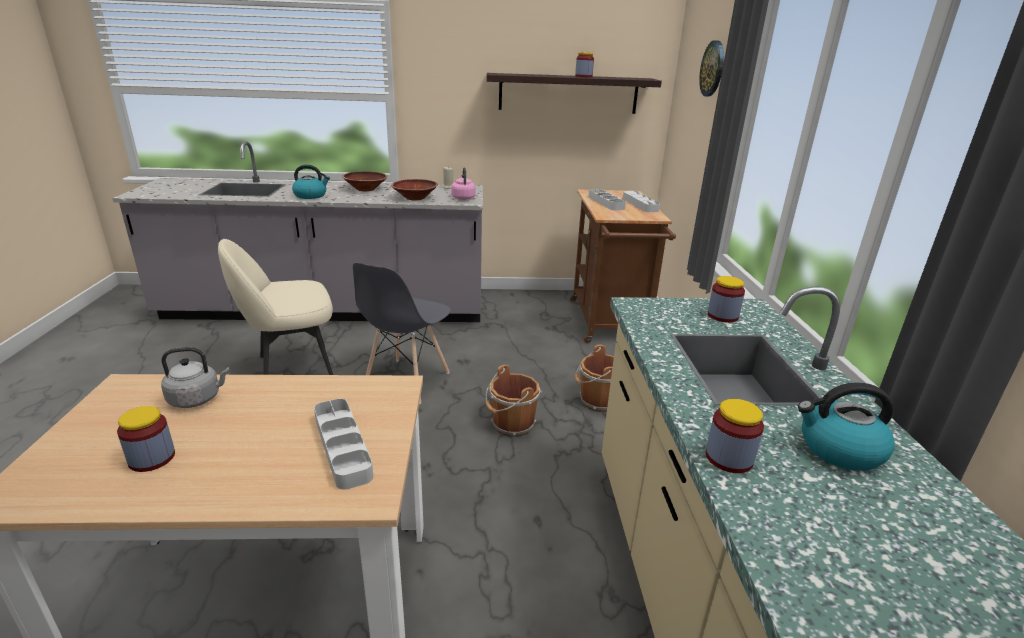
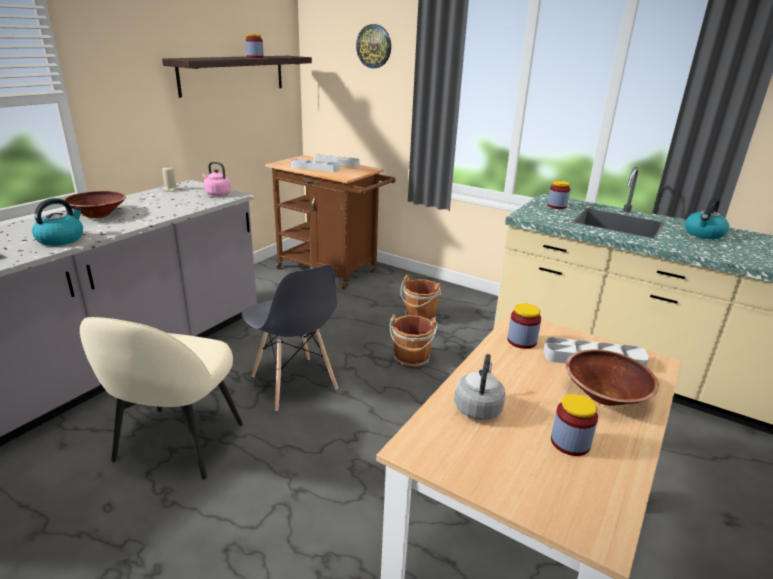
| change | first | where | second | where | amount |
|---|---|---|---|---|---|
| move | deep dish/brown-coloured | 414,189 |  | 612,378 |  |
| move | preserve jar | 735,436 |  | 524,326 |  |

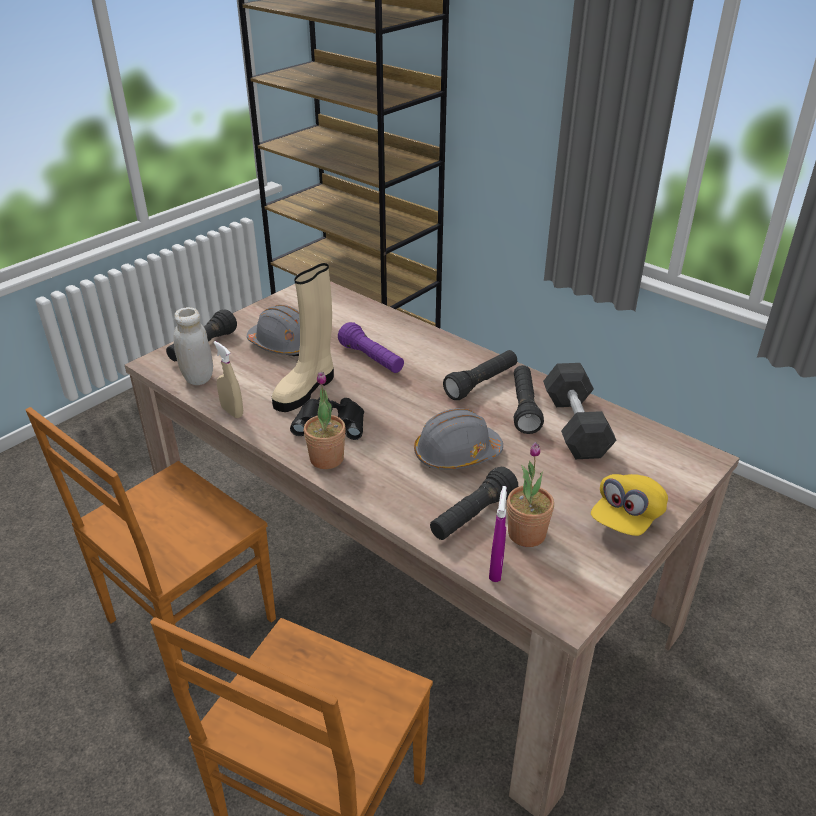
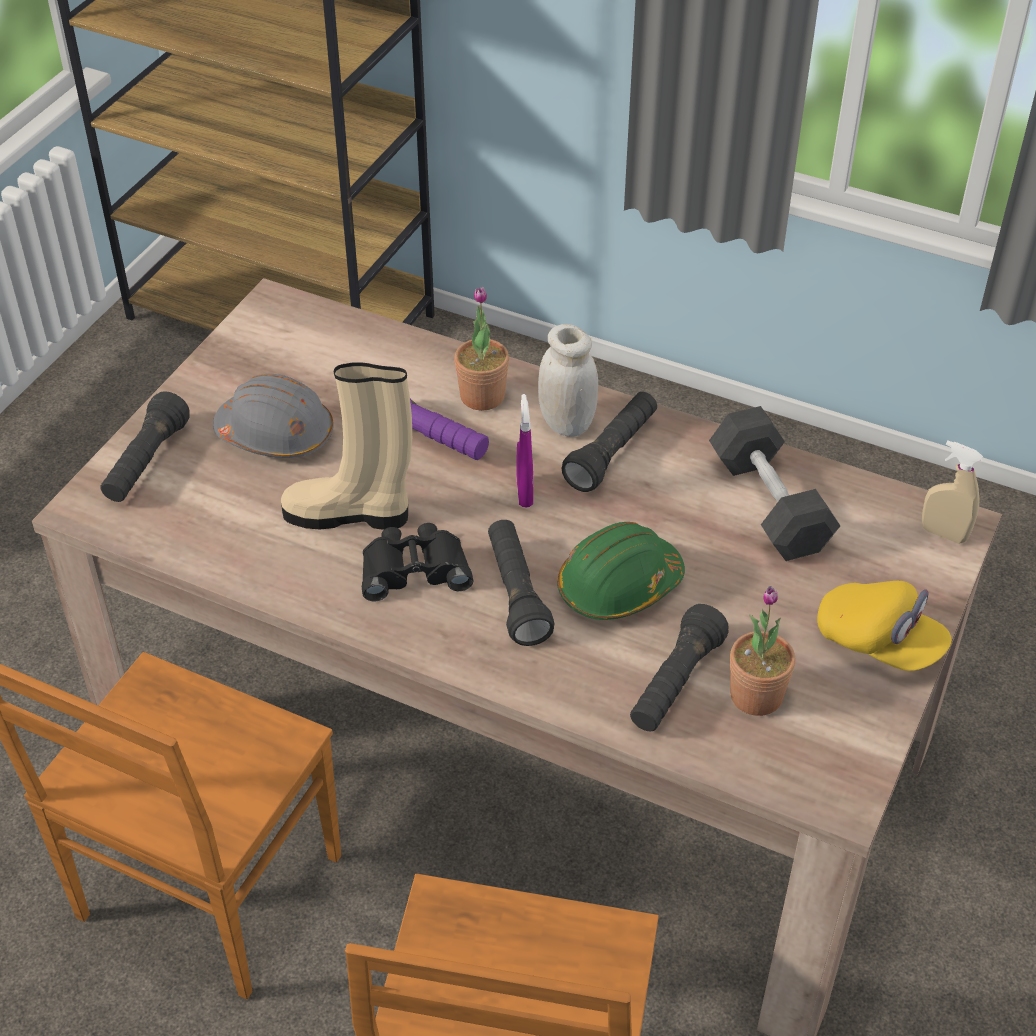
| change | first | where | second | where | amount |
|---|---|---|---|---|---|
| move | preserve jar/whitish | 193,346 |  | 568,380 |  |
| move | sprayer/sand-coloured | 228,379 |  | 952,492 |  |
| rotate | high-top boot/sand-coloured | 303,337 |  | 346,446 | 75 degrees clockwise |
| move | plant in a pot | 325,420 |  | 481,349 |  |
| recolor | safety helmet/greyish | 458,439 | safety helmet/greenish | 621,571 |  |
| move | sprayer/purplish | 498,534 |  | 524,450 |  |
| move | hand torch/blackish | 528,399 |  | 521,583 |  |
| rotate | peaked cap/yellow | 629,505 |  | 884,626 | 75 degrees counterclockwise |

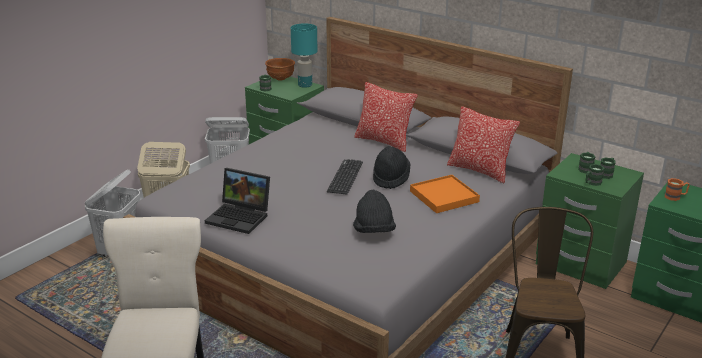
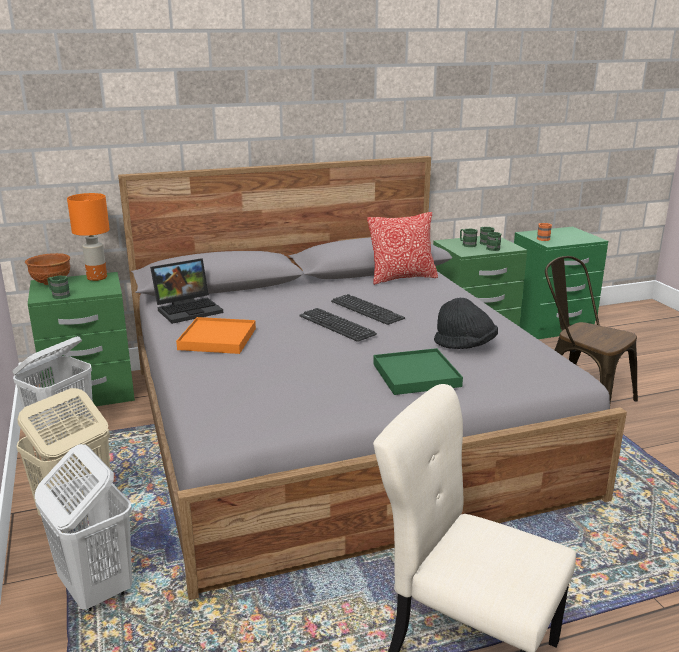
| change | first | where | second | where | amount |
|---|---|---|---|---|---|
| move | notebook computer | 237,201 |  | 186,291 |  |
| recolor | table lamp/turquoise-coloured | 304,56 | table lamp/orange-coloured | 88,237 |  |
| delete | cushion | 386,117 |  |  |  |
| replace | clothing hat/blackish | 392,167 | computer keyboard | 368,309 |  |
| move | carrying tray/orange-coloured | 445,194 |  | 216,335 |  |
| insert |  |  | carrying tray/greenish | 418,371 |  |

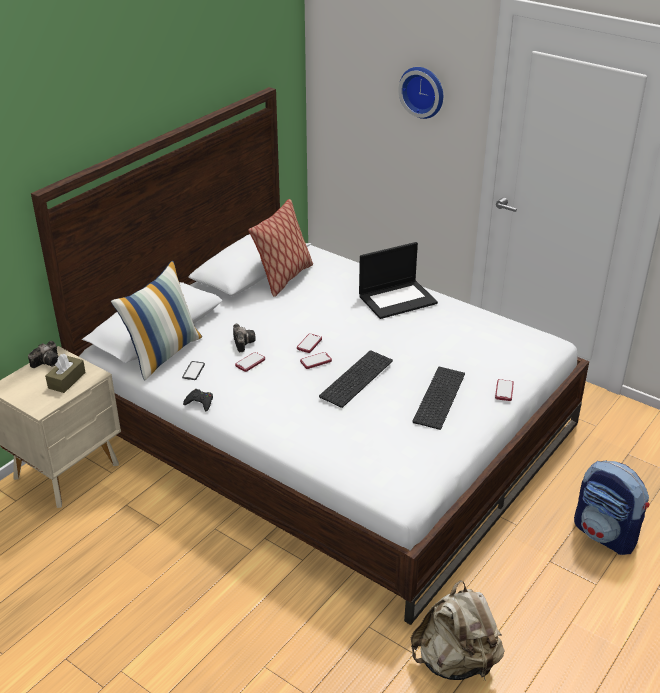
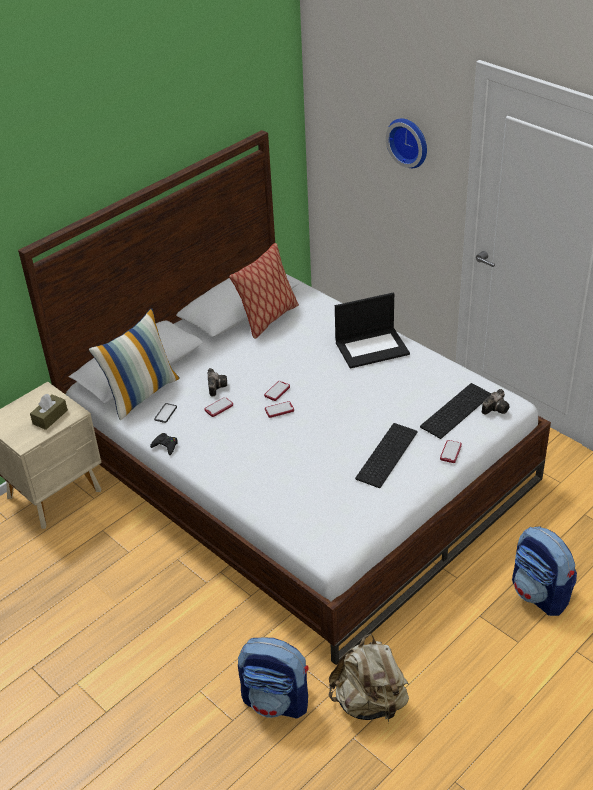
| change | first | where | second | where | amount |
|---|---|---|---|---|---|
| move | still camera | 43,354 |  | 495,402 |  |
| move | computer keyboard | 356,379 |  | 455,411 |  |
| insert |  |  | rucksack | 273,678 |  |

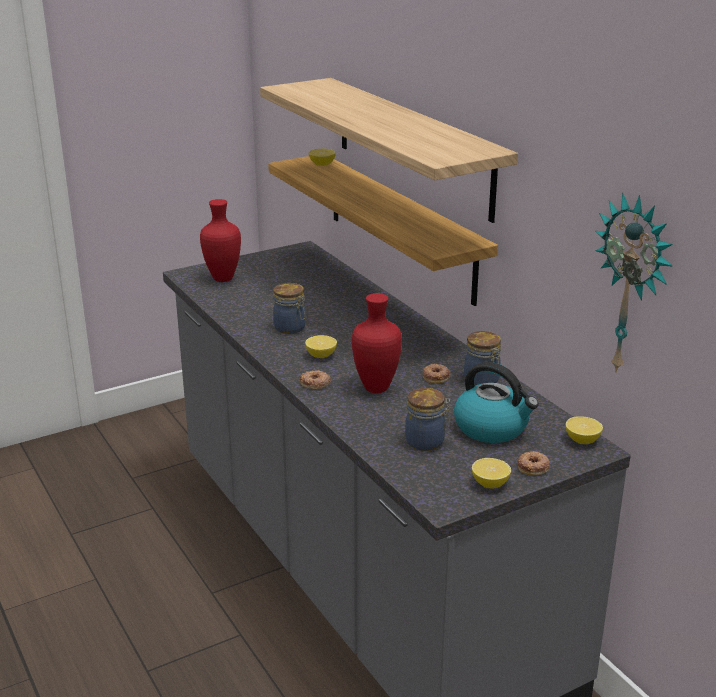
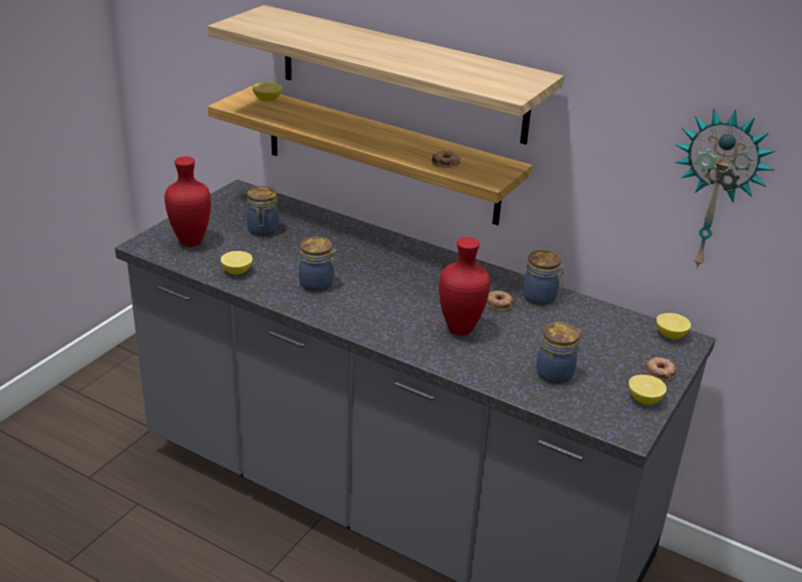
| change | first | where | second | where | amount |
|---|---|---|---|---|---|
| move | ring doughnut | 315,379 |  | 446,159 |  |
| move | citrus fruit | 321,346 |  | 237,263 |  |
| delete | tea kettle | 496,402 |  |  |  |
| insert |  |  | preserve jar | 263,211 |  |

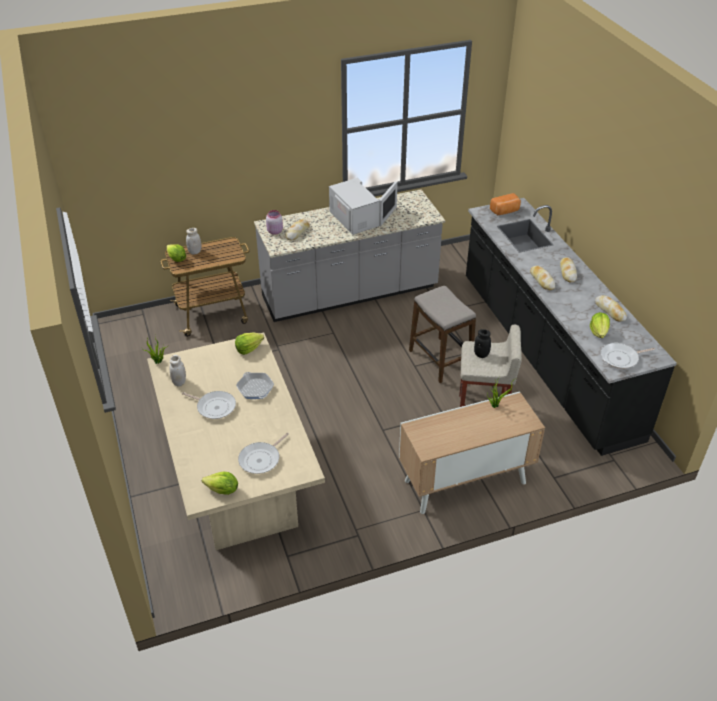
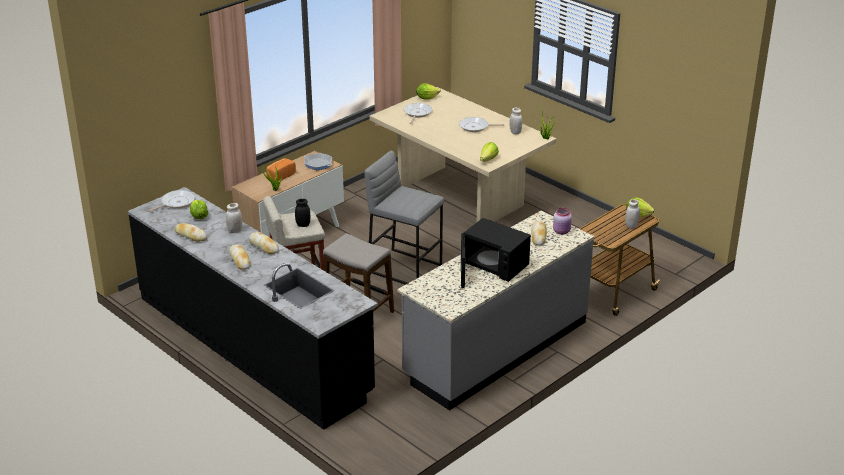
| change | first | where | second | where | amount |
|---|---|---|---|---|---|
| move | pan | 255,385 |  | 318,161 |  |
| recolor | kitchen microwave/whitish | 363,206 | kitchen microwave/blackish | 496,253 |  |
| move | baked bread | 505,204 |  | 281,170 |  |
| insert |  |  | preserve jar/whitish | 234,218 |  |
| insert |  |  | sitting stool/greyish | 404,218 |  |

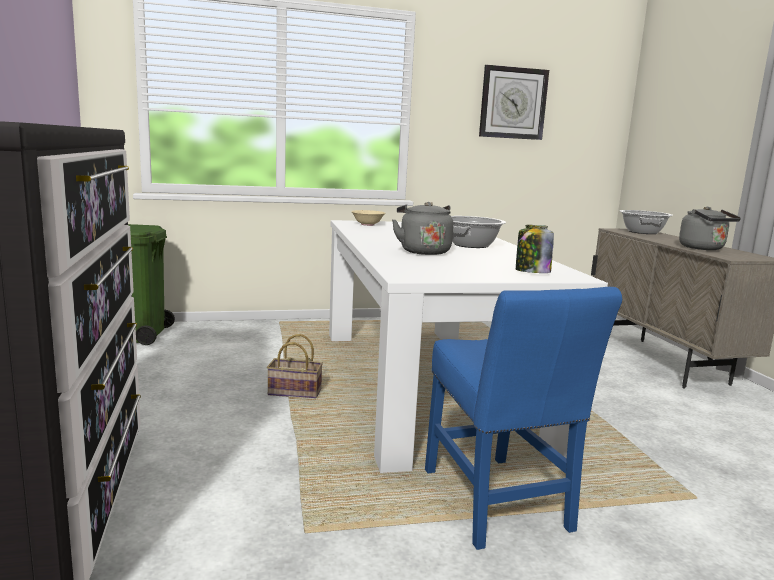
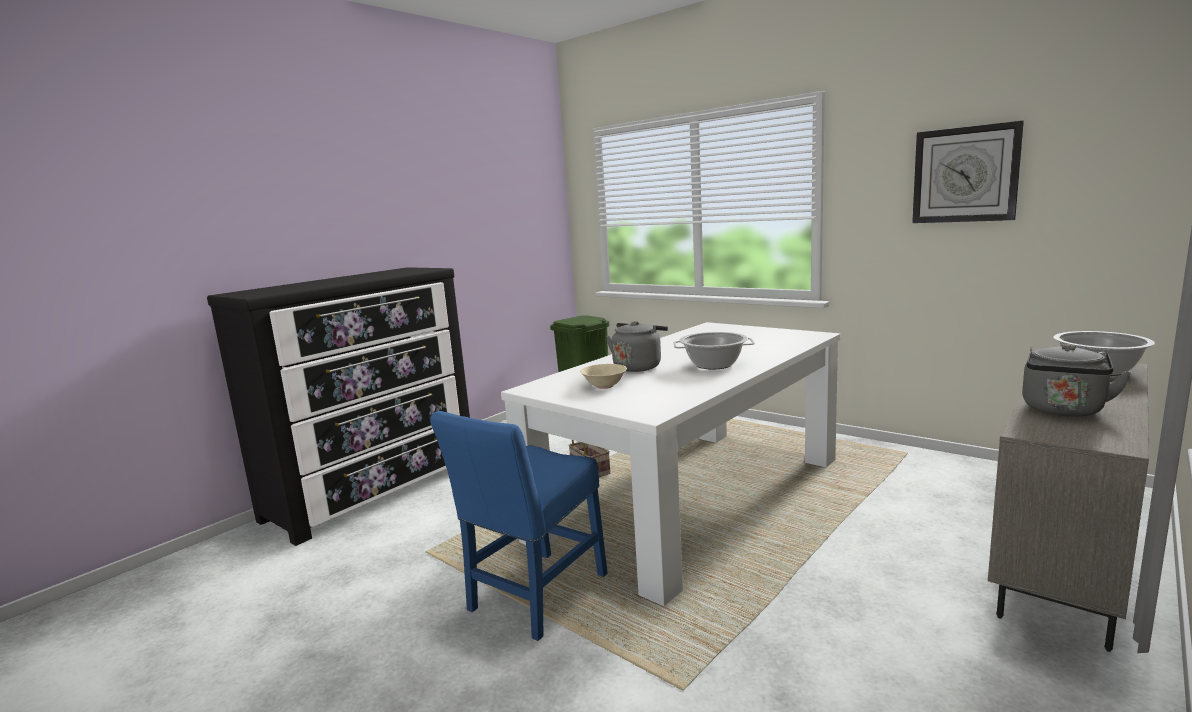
| change | first | where | second | where | amount |
|---|---|---|---|---|---|
| move | deep dish/sand-coloured | 368,218 |  | 603,376 |  |
| delete | preserve jar | 535,249 |  |  |  |

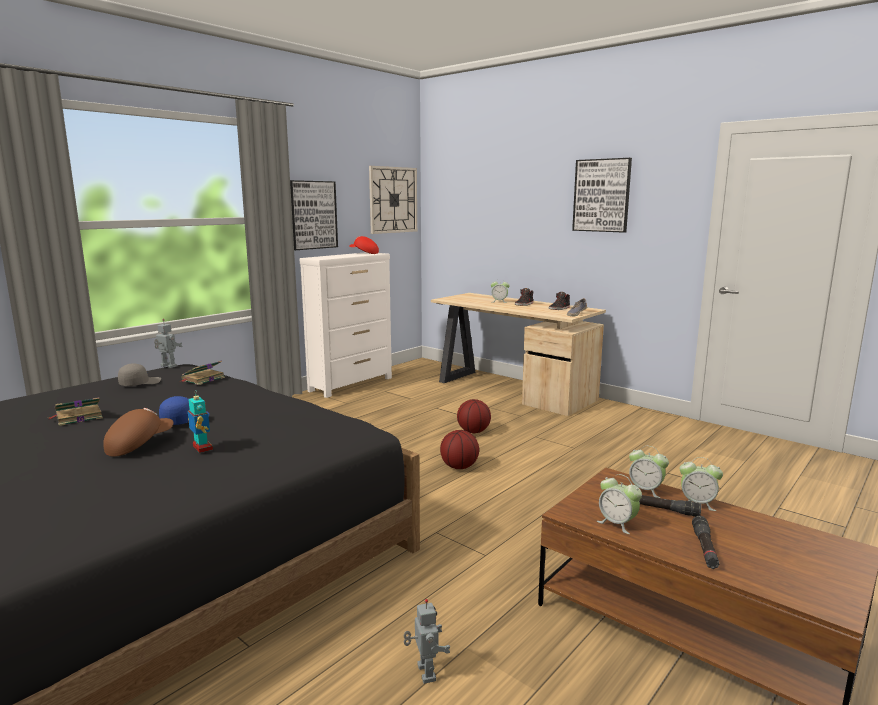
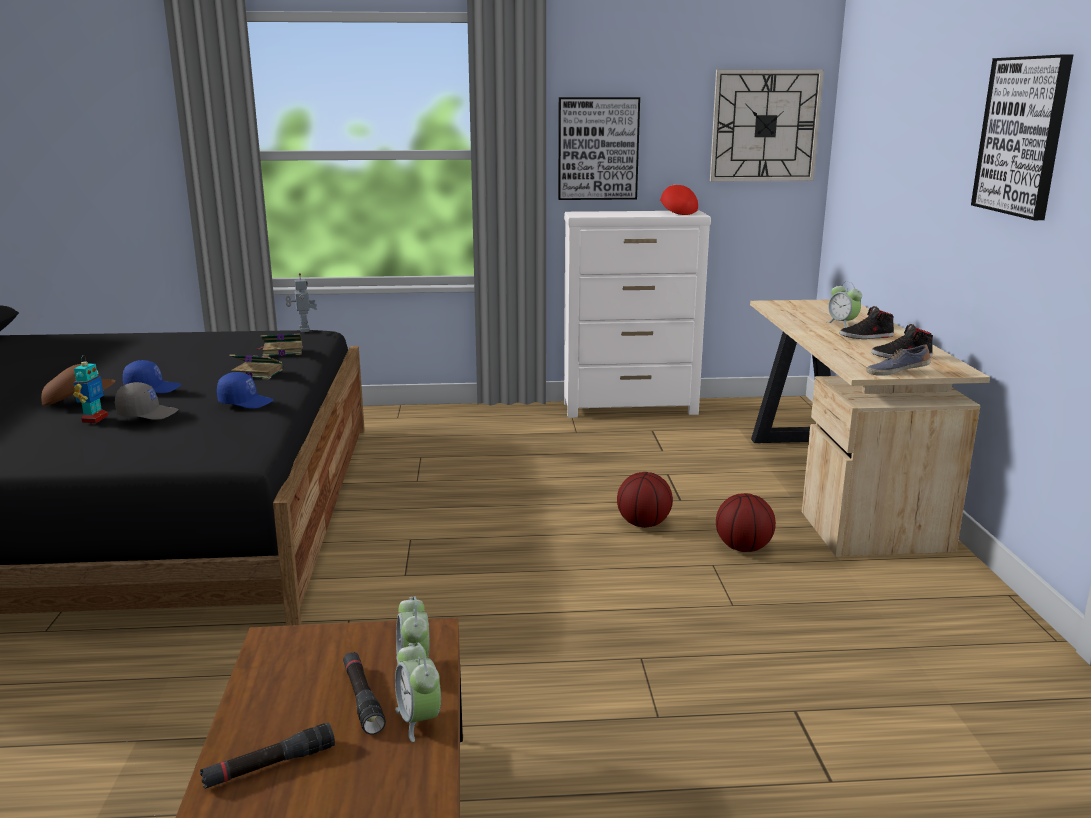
| change | first | where | second | where | amount |
|---|---|---|---|---|---|
| move | volume | 75,411 |  | 256,366 |  |
| move | peaked cap/greyish | 139,374 |  | 147,401 |  |
| delete | robot figure | 427,641 |  |  |  |
| move | ball for basketball | 459,449 |  | 746,522 |  |
| delete | alarm clock | 619,504 |  |  |  |
| insert |  |  | peaked cap/blue | 245,390 |  |

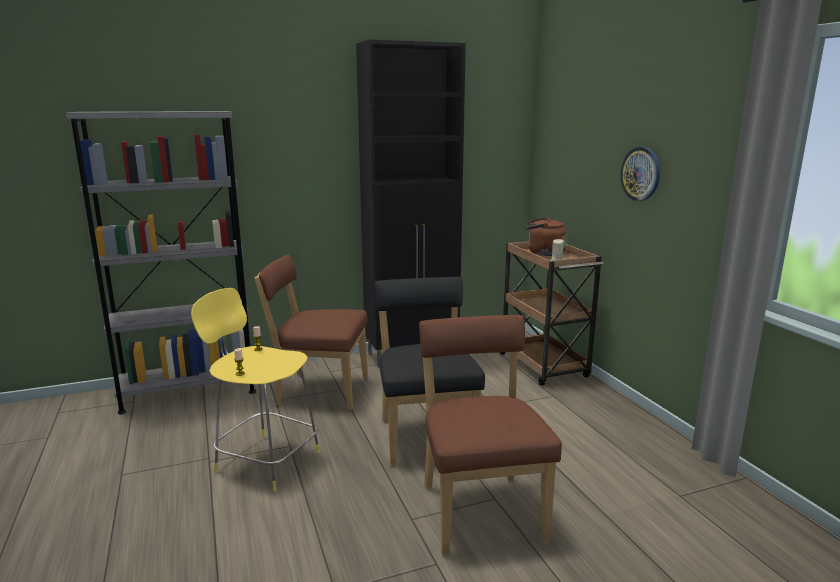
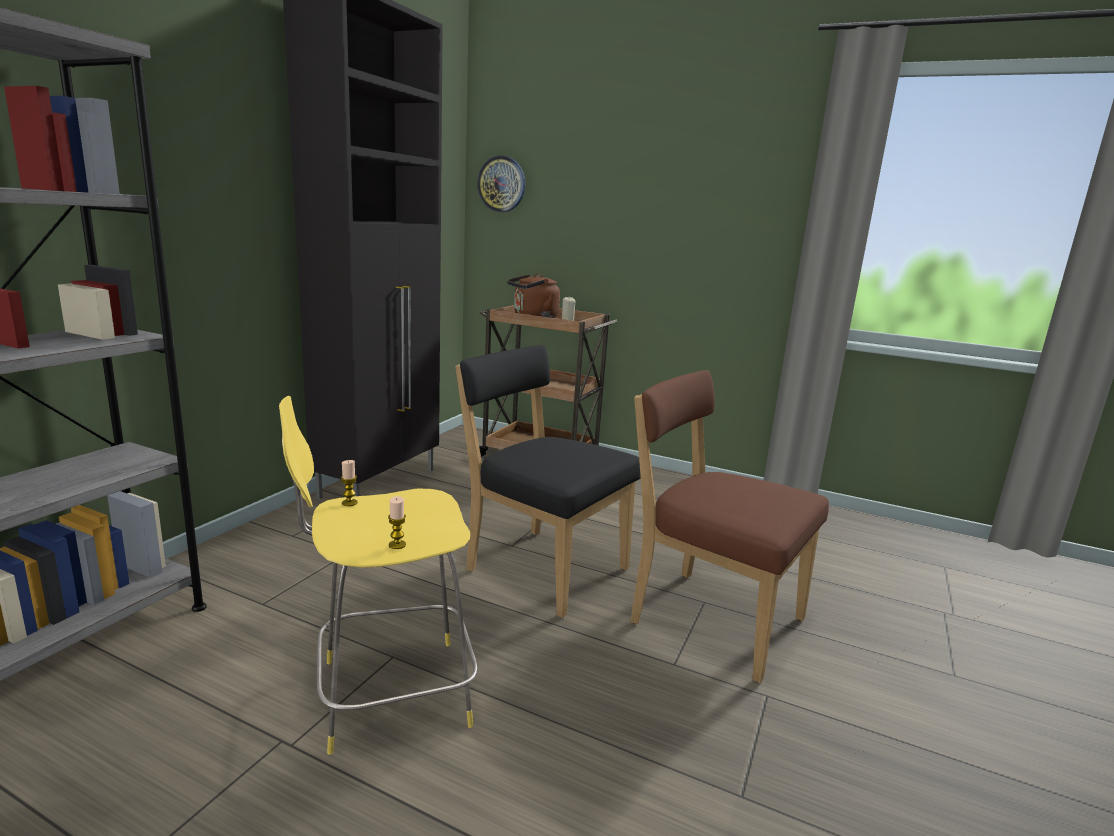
| change | first | where | second | where | amount |
|---|---|---|---|---|---|
| delete | upright chair/brown-coloured | 311,333 |  |  |  |
| move | wall clock | 640,174 |  | 501,183 |  |

